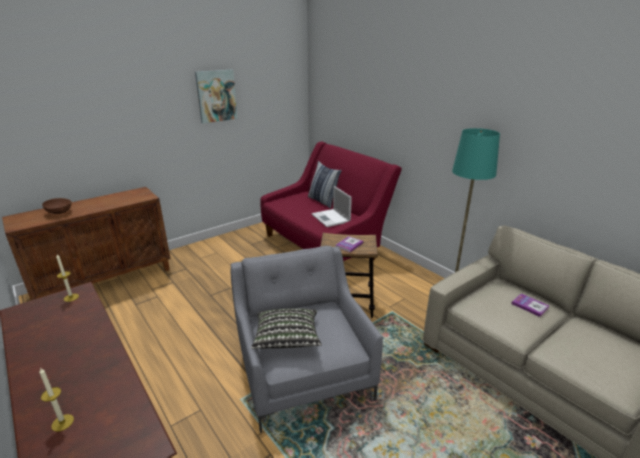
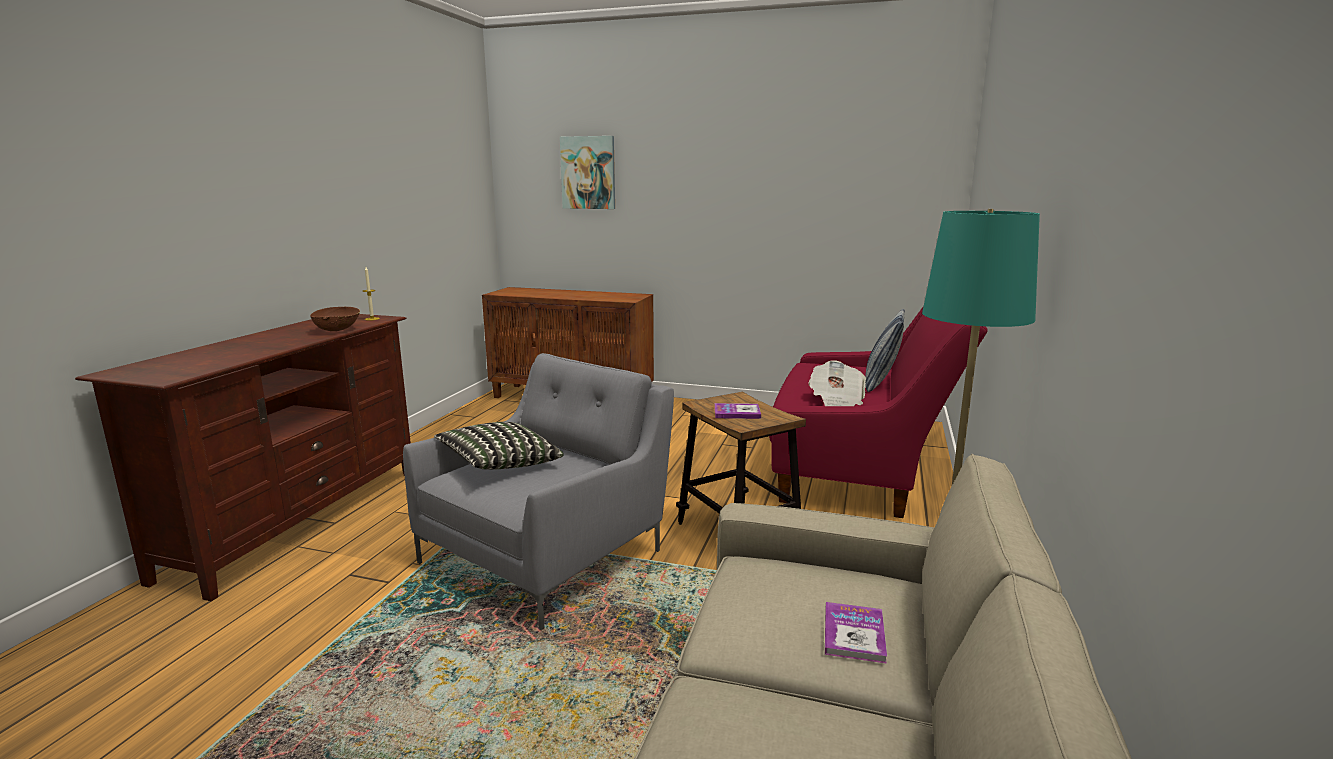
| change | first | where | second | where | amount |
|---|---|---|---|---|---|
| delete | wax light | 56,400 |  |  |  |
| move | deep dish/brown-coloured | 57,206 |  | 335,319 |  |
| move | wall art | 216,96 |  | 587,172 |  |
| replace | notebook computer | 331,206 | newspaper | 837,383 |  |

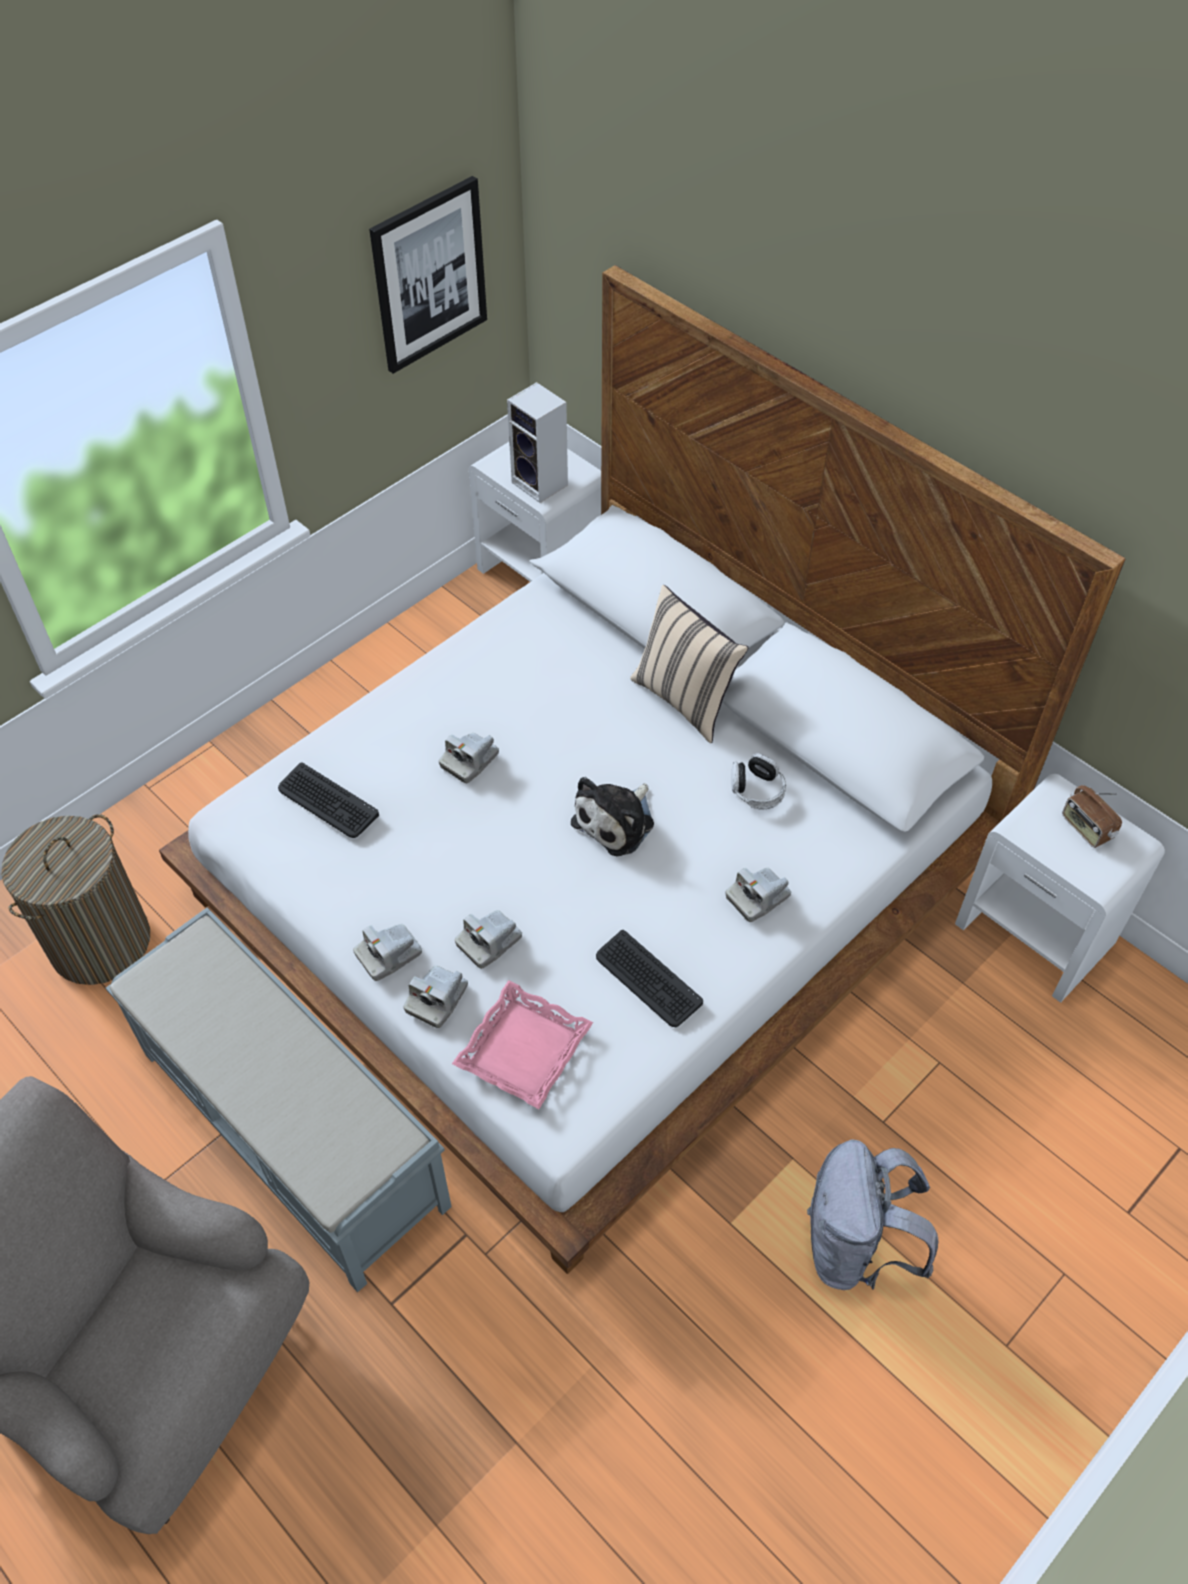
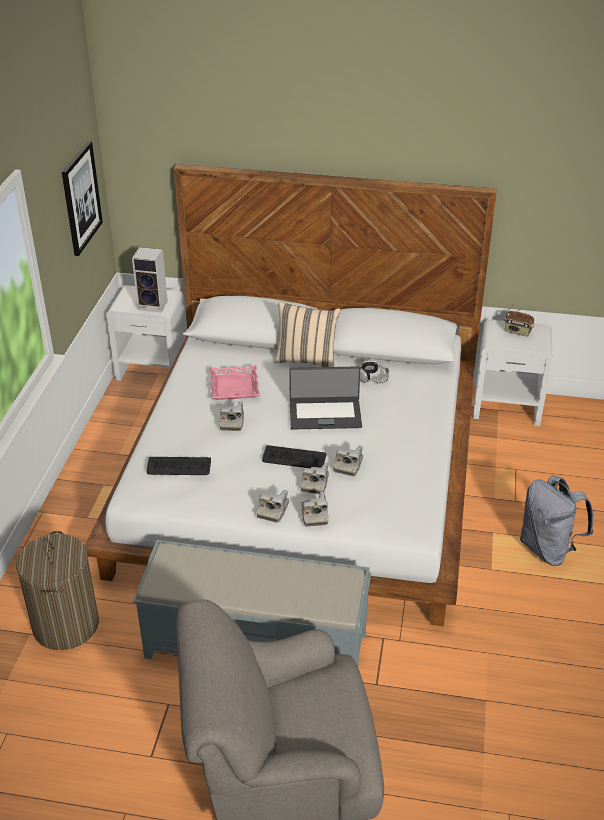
| change | first | where | second | where | amount |
|---|---|---|---|---|---|
| move | carrying tray/pink-coloured | 522,1044 |  | 235,382 |  |
| replace | plush toy | 612,816 | notebook computer | 325,398 |  |
| move | computer keyboard | 649,978 |  | 294,456 |  |
| move | still camera | 758,894 |  | 348,461 |  |

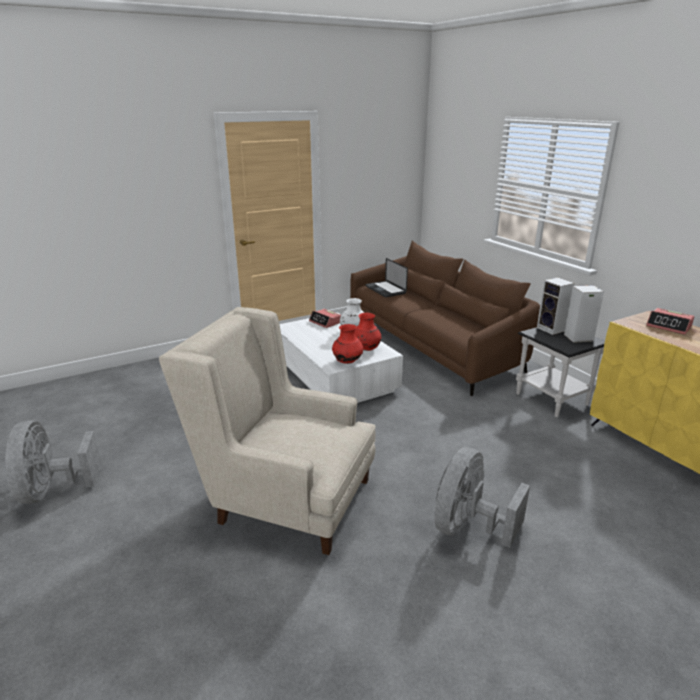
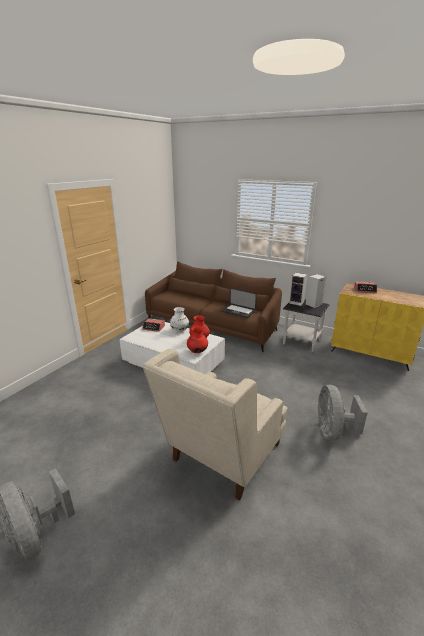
| change | first | where | second | where | amount |
|---|---|---|---|---|---|
| rotate | easy chair/sand-coloured | 267,431 |  | 215,424 | 45 degrees counterclockwise |
| move | notebook computer | 386,278 |  | 239,303 |  |

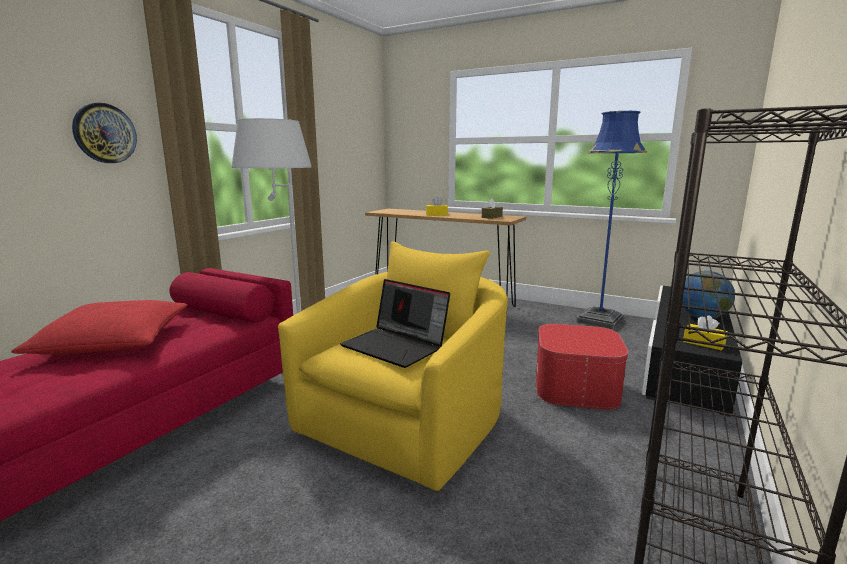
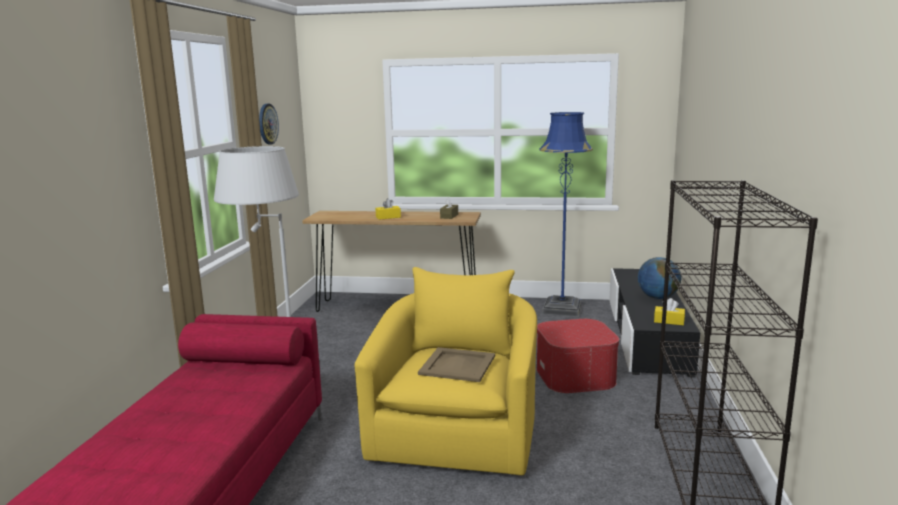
| change | first | where | second | where | amount |
|---|---|---|---|---|---|
| delete | cushion/red | 99,327 |  |  |  |
| move | wall clock | 104,133 |  | 269,124 |  |
| replace | notebook computer | 395,323 | carrying tray/sand-coloured | 456,364 |  |

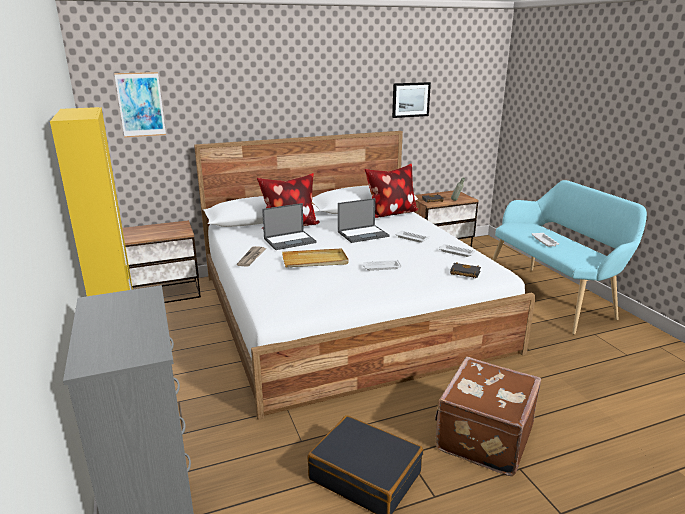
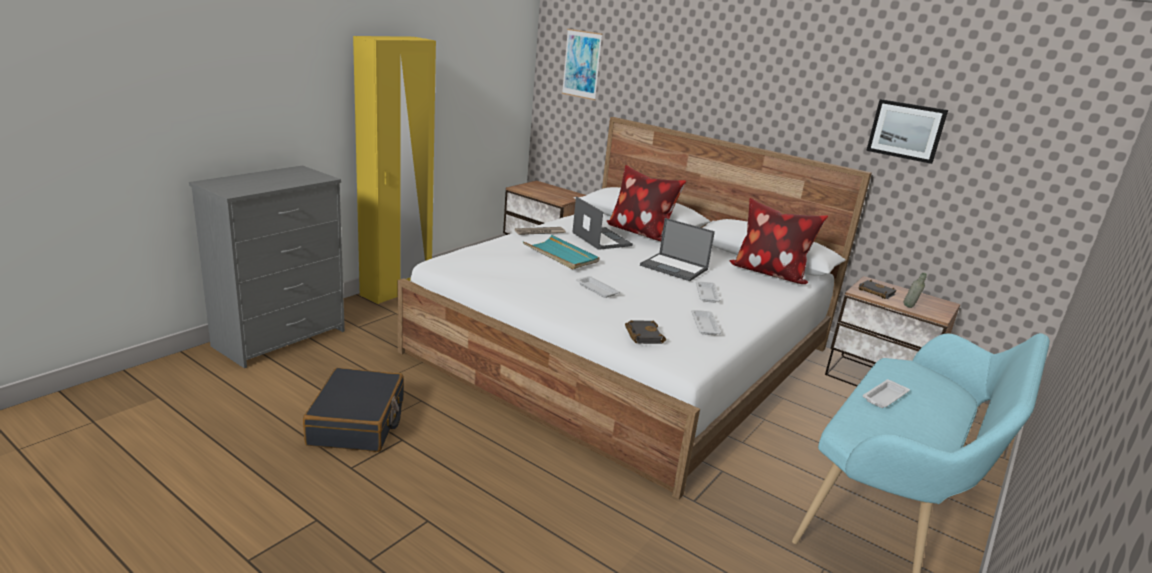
| change | first | where | second | where | amount |
|---|---|---|---|---|---|
| rotate | notebook computer | 289,226 |  | 602,223 | 150 degrees counterclockwise |
| recolor | carrying tray/sand-coloured | 315,257 | carrying tray/turquoise-coloured | 561,252 |  |
| delete | piece of luggage/brown-coloured | 488,416 |  |  |  |

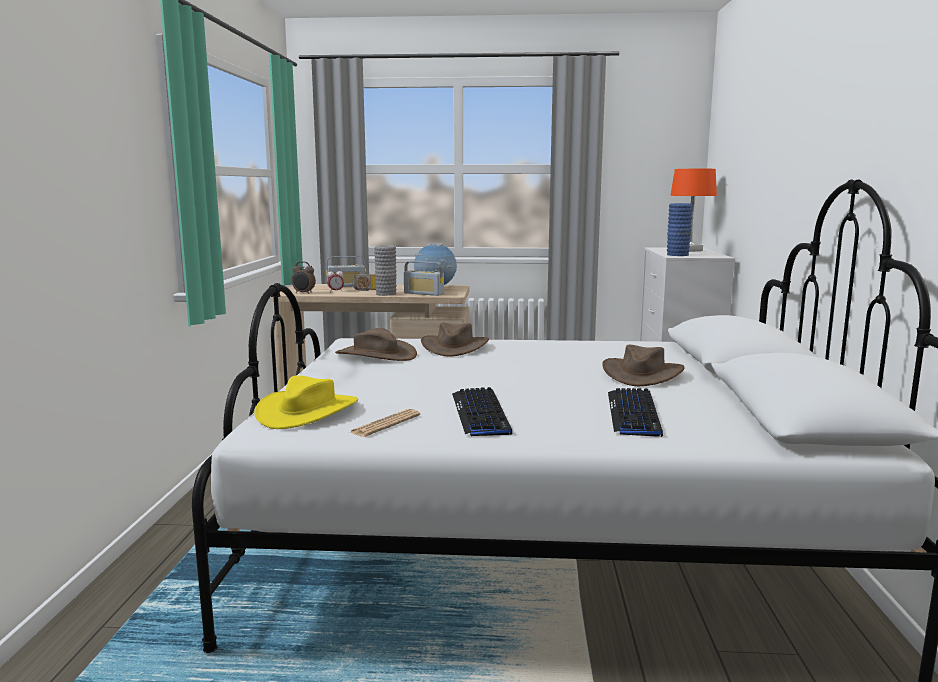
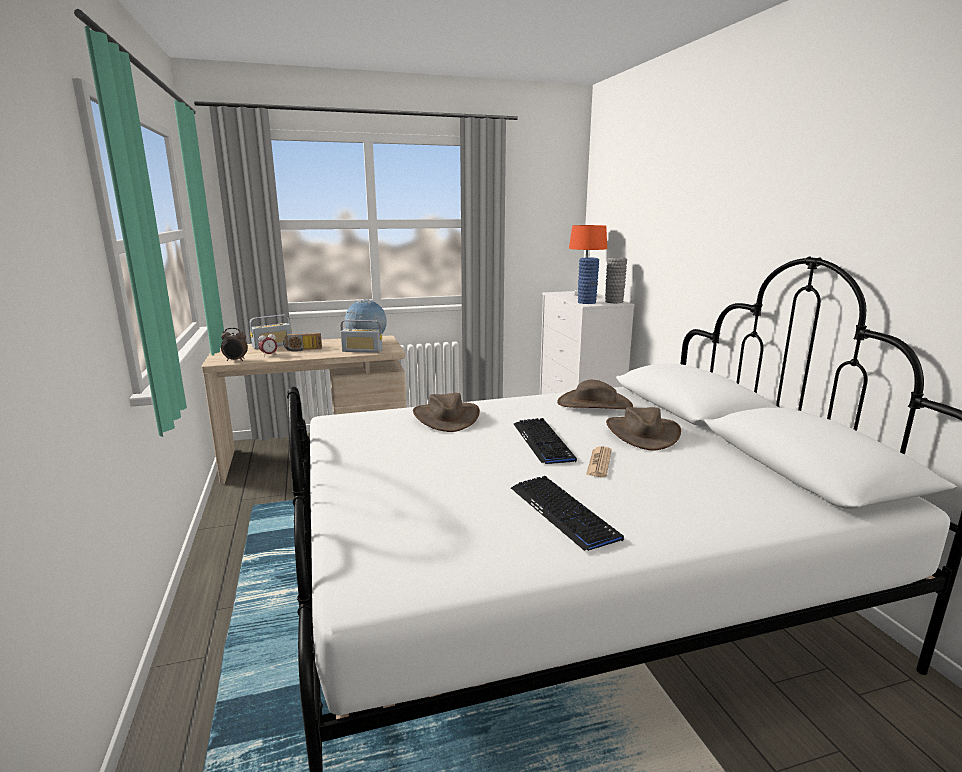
| change | first | where | second | where | amount |
|---|---|---|---|---|---|
| delete | clothing hat/yellow | 306,402 |  |  |  |
| move | clothing hat/brown-coloured | 376,344 |  | 595,394 |  |
| move | newspaper | 385,423 |  | 599,461 |  |
| move | vase/greyish | 385,270 |  | 616,280 |  |
| move | computer keyboard | 635,412 |  | 545,441 |  |

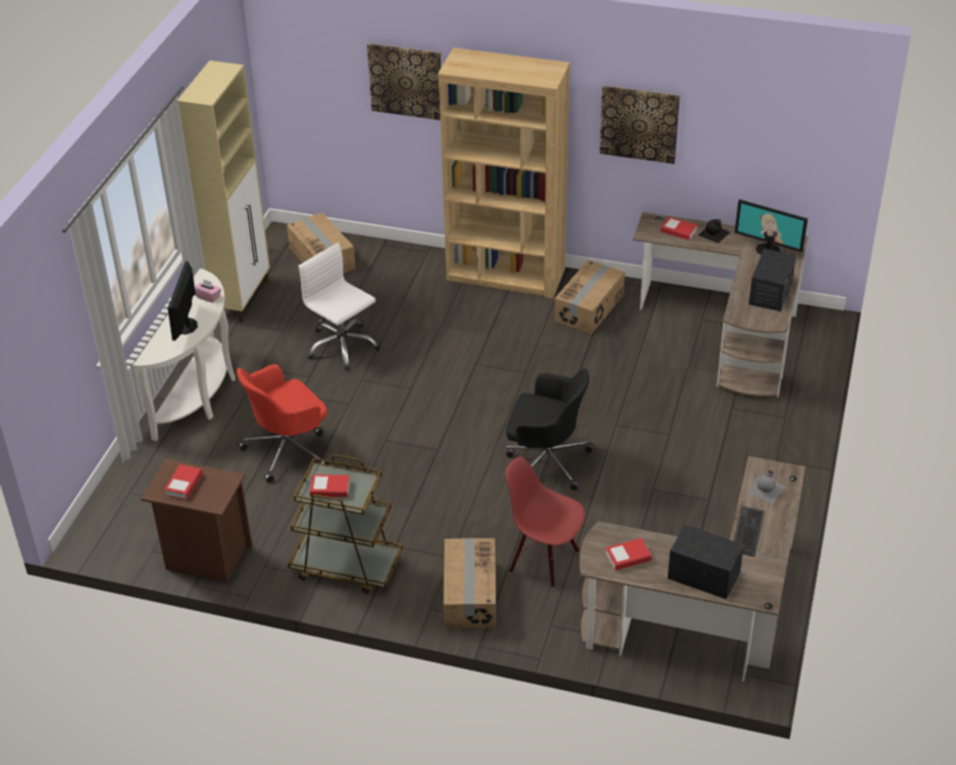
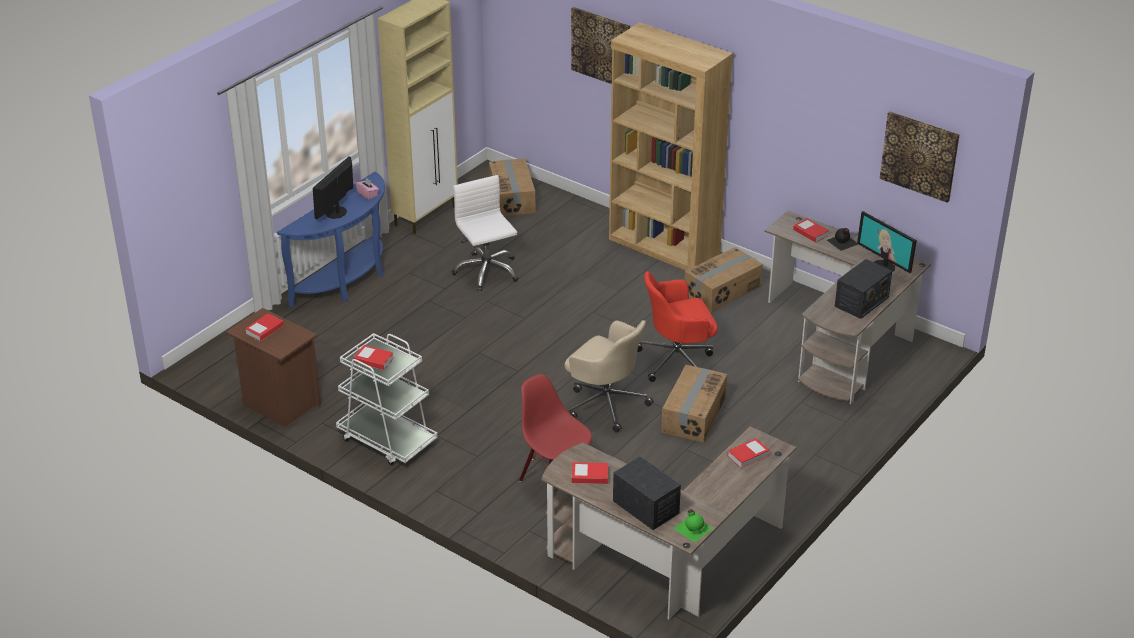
| change | first | where | second | where | amount |
|---|---|---|---|---|---|
| recolor | narrow table/whitish | 184,355 | narrow table/blue | 331,239 |  |
| move | desk chair/red | 283,423 |  | 677,326 |  |
| recolor | wheeled cart/brown-coloured | 345,524 | wheeled cart/whitish | 387,399 |  |
| move | cardboard box | 469,583 |  | 694,404 |  |
| recolor | desk chair/blackish | 550,429 | desk chair/sand-coloured | 609,376 |  |
| move | wall art | 640,124 |  | 920,157 |  |
| delete | computer keyboard | 749,531 |  |  |  |
| replace | drink bottle/greyish | 766,486 | volume | 748,453 |  |
| insert |  |  | drink bottle/greenish | 693,525 |  |

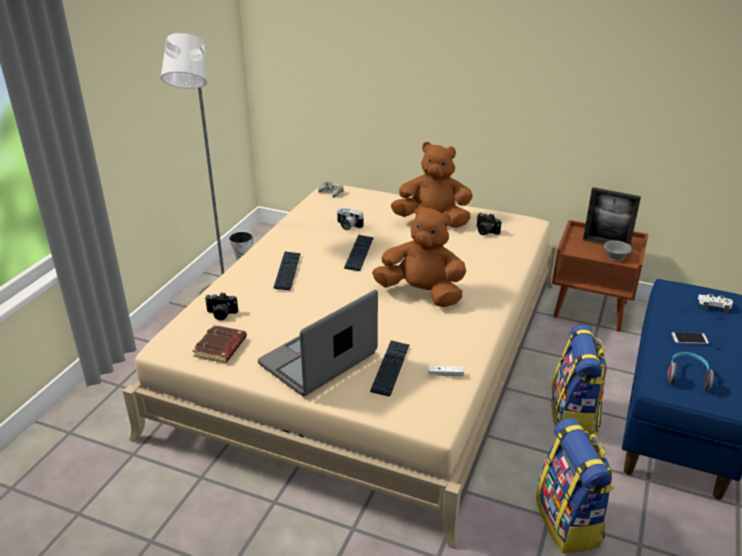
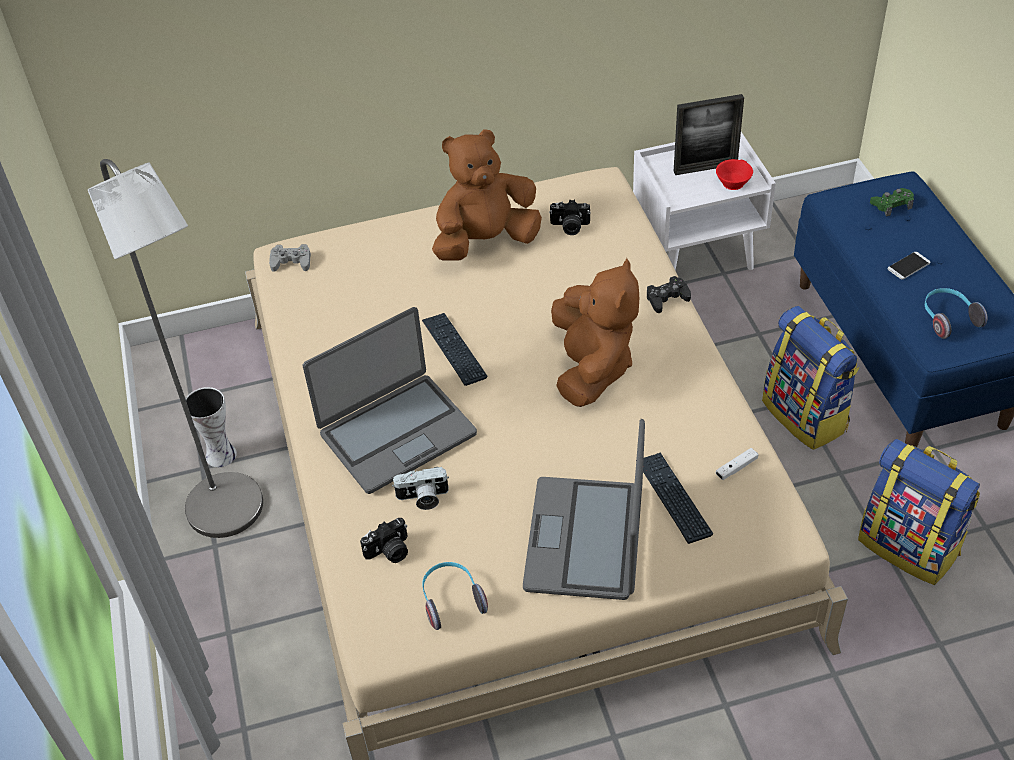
| change | first | where | second | where | amount |
|---|---|---|---|---|---|
| replace | volume/brown-coloured | 219,344 | headset | 455,596 |  |
| replace | computer keyboard | 287,271 | notebook computer | 390,400 |  |
| move | still camera | 350,219 |  | 420,488 |  |
| rotate | plush toy/brown-coloured | 419,255 |  | 595,332 | 105 degrees clockwise |
| recolor | night table/brown-coloured | 600,276 | night table/whitish | 704,201 |  |
| recolor | drinking cup/greyish | 618,250 | drinking cup/red | 734,174 |  |
| recolor | gamepad/whitish | 715,303 | gamepad/greenish | 892,202 |  |
| insert |  |  | gamepad/blackish | 669,294 |  |

